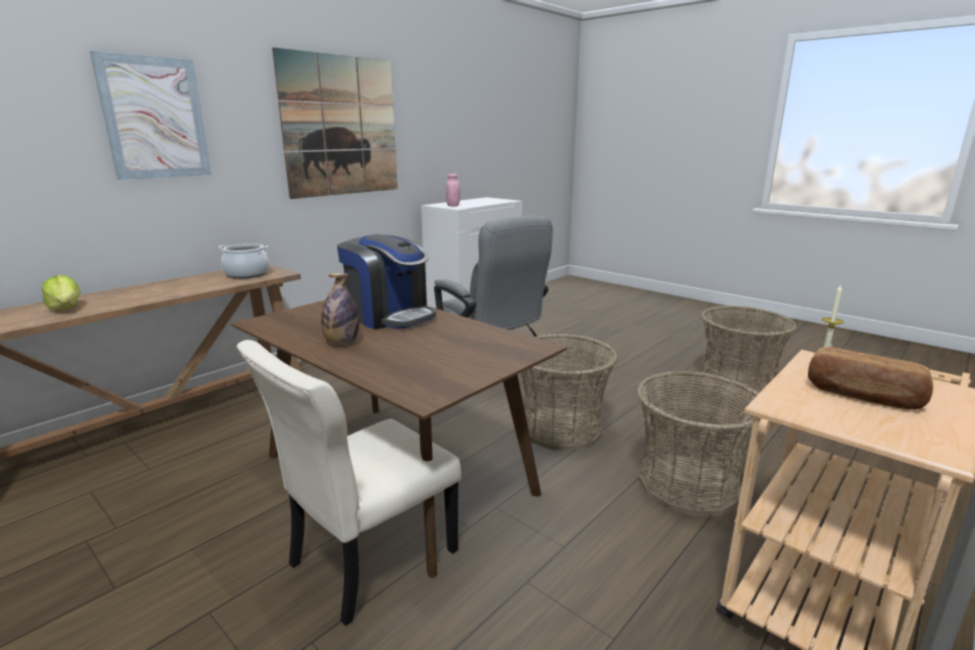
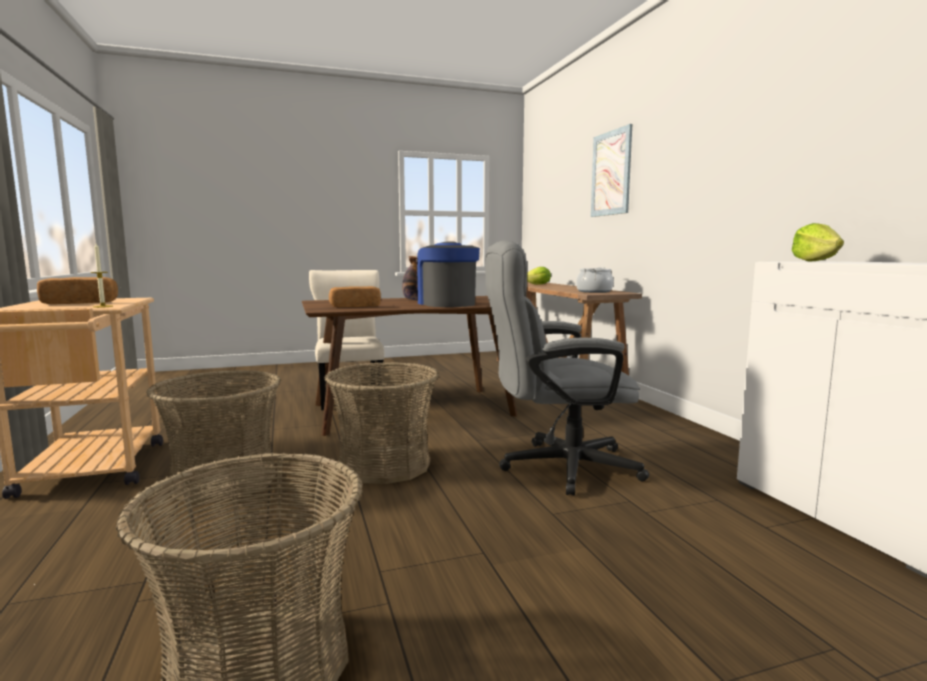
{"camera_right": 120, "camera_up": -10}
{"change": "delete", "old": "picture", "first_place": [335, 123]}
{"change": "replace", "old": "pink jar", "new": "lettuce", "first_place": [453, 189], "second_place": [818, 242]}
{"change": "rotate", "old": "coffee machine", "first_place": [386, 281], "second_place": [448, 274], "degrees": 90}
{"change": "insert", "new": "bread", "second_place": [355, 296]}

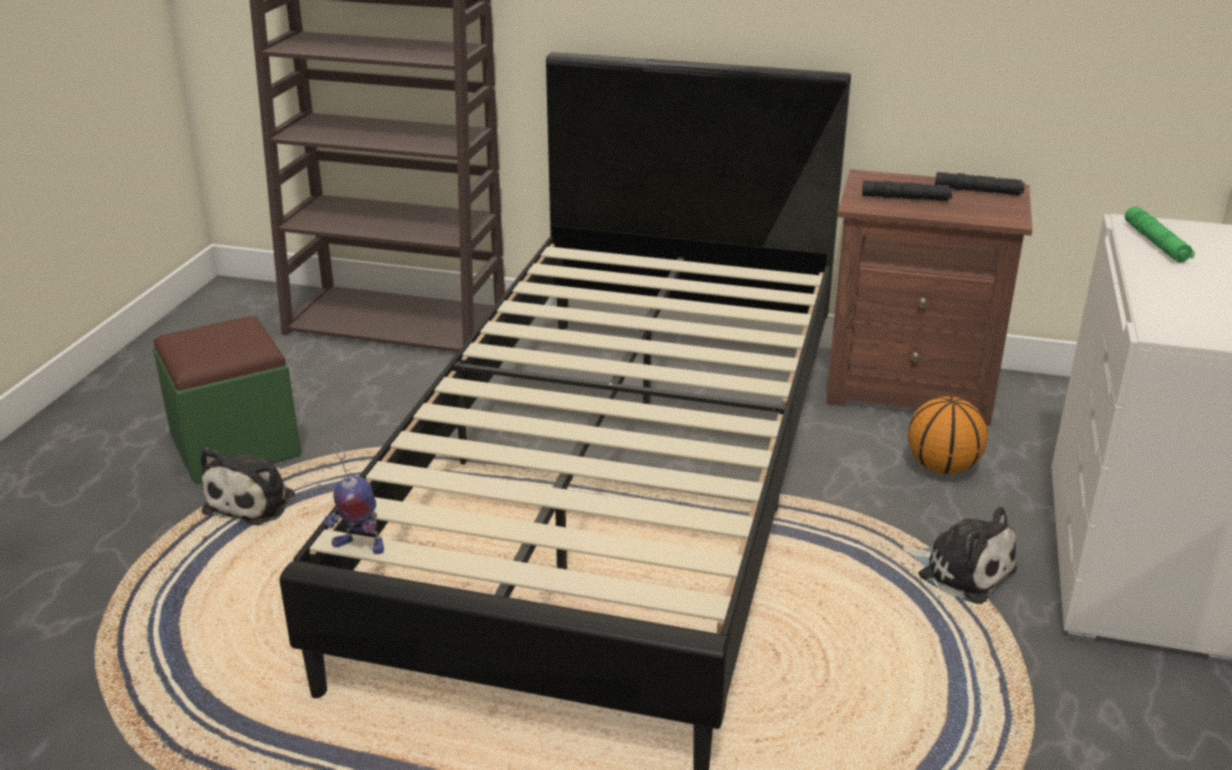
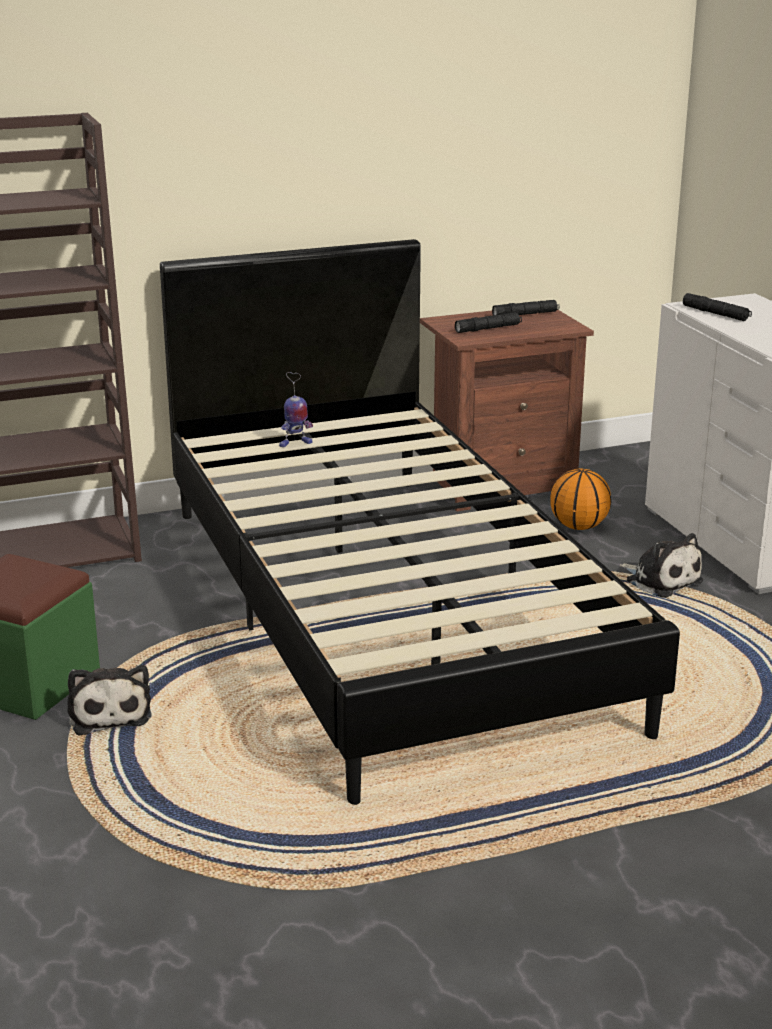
{"camera_right": -35, "camera_up": -5}
{"change": "recolor", "old": "green flashlight", "new": "black flashlight", "first_place": [1160, 234], "second_place": [717, 307]}
{"change": "move", "old": "toy robot", "first_place": [354, 497], "second_place": [296, 409]}
{"change": "rotate", "old": "plush toy", "first_place": [960, 555], "second_place": [661, 565], "degrees": 45}

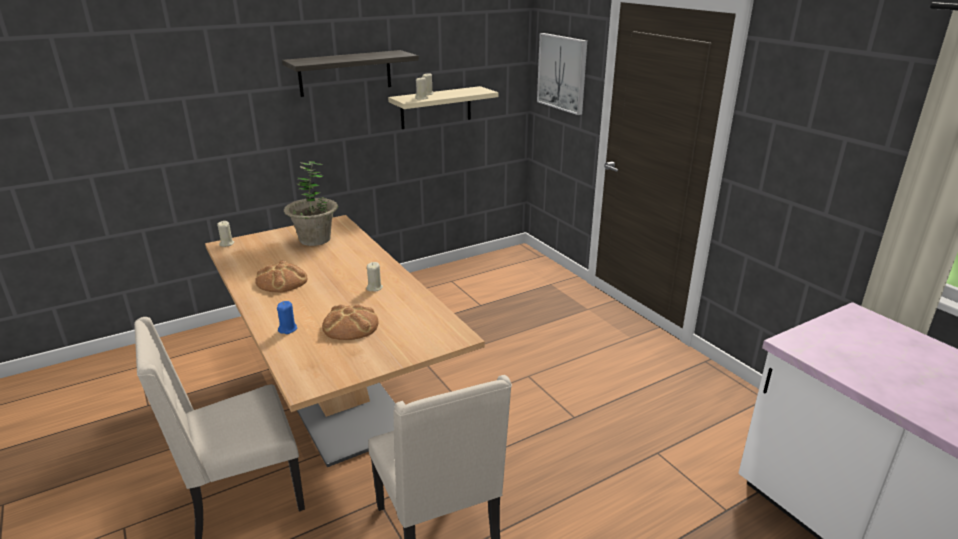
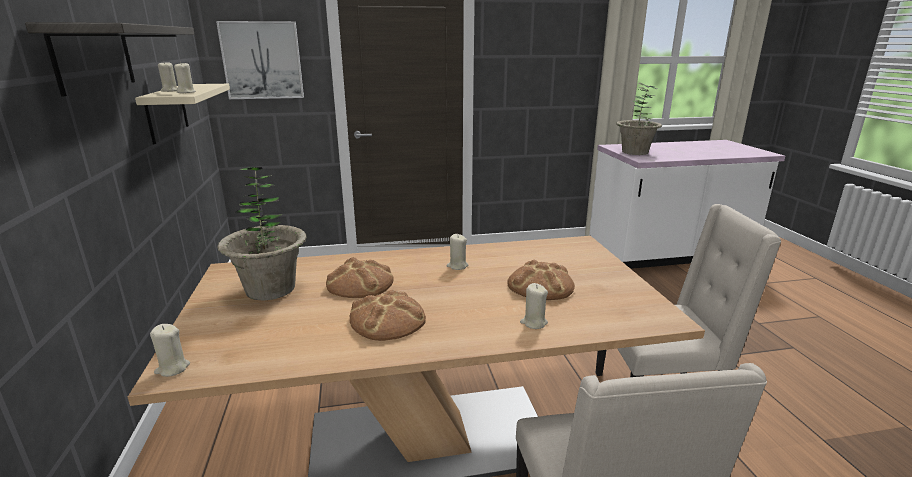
{"camera_right": -70, "camera_up": -5}
{"change": "recolor", "old": "blue candle", "new": "beige candle", "first_place": [287, 317], "second_place": [534, 306]}
{"change": "insert", "new": "potted plant", "second_place": [639, 119]}
{"change": "insert", "new": "bread", "second_place": [359, 277]}

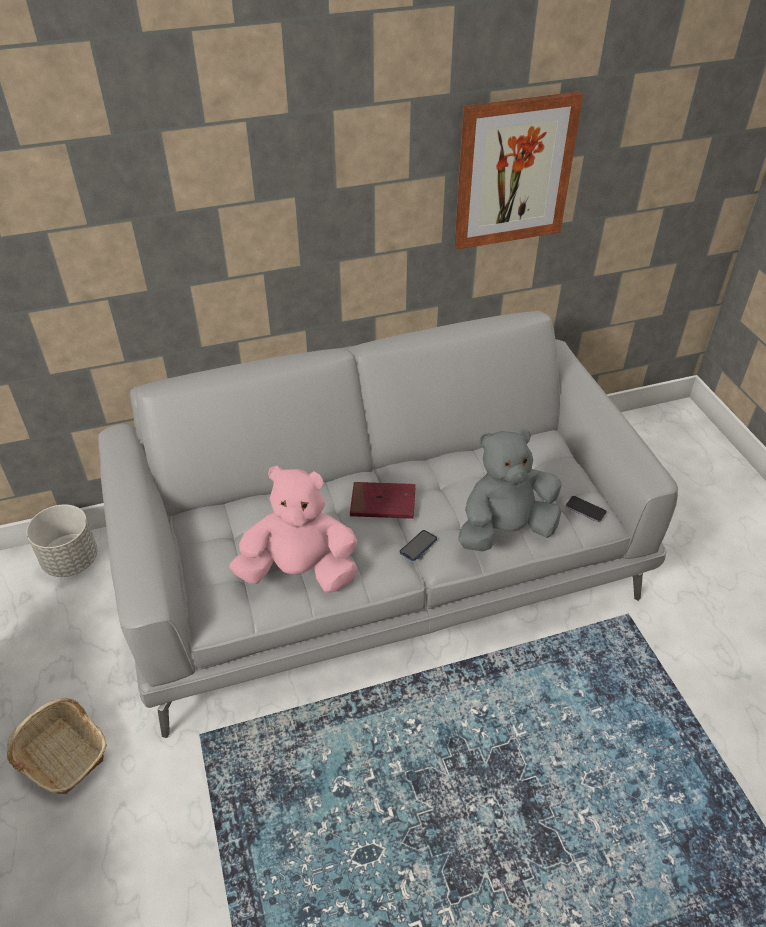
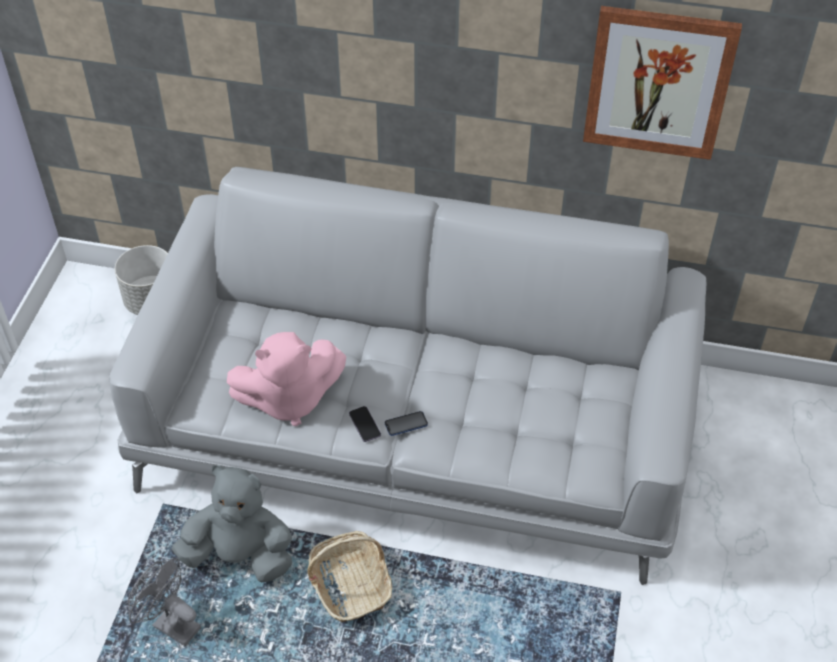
{"camera_right": 30, "camera_up": 5}
{"change": "move", "old": "grey plush toy", "first_place": [510, 489], "second_place": [232, 523]}
{"change": "rotate", "old": "pink plush toy", "first_place": [293, 529], "second_place": [286, 379], "degrees": 135}
{"change": "delete", "old": "red book", "first_place": [382, 500]}
{"change": "move", "old": "phone", "first_place": [586, 509], "second_place": [365, 424]}
{"change": "move", "old": "basket", "first_place": [57, 746], "second_place": [349, 576]}
{"change": "insert", "new": "grey fan", "second_place": [164, 602]}

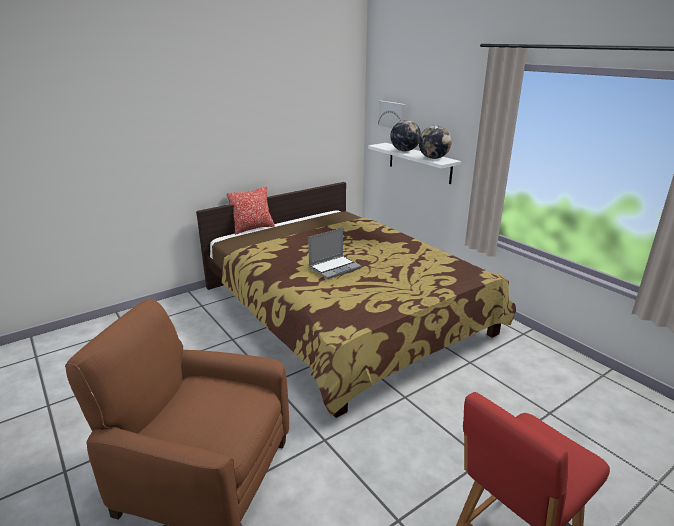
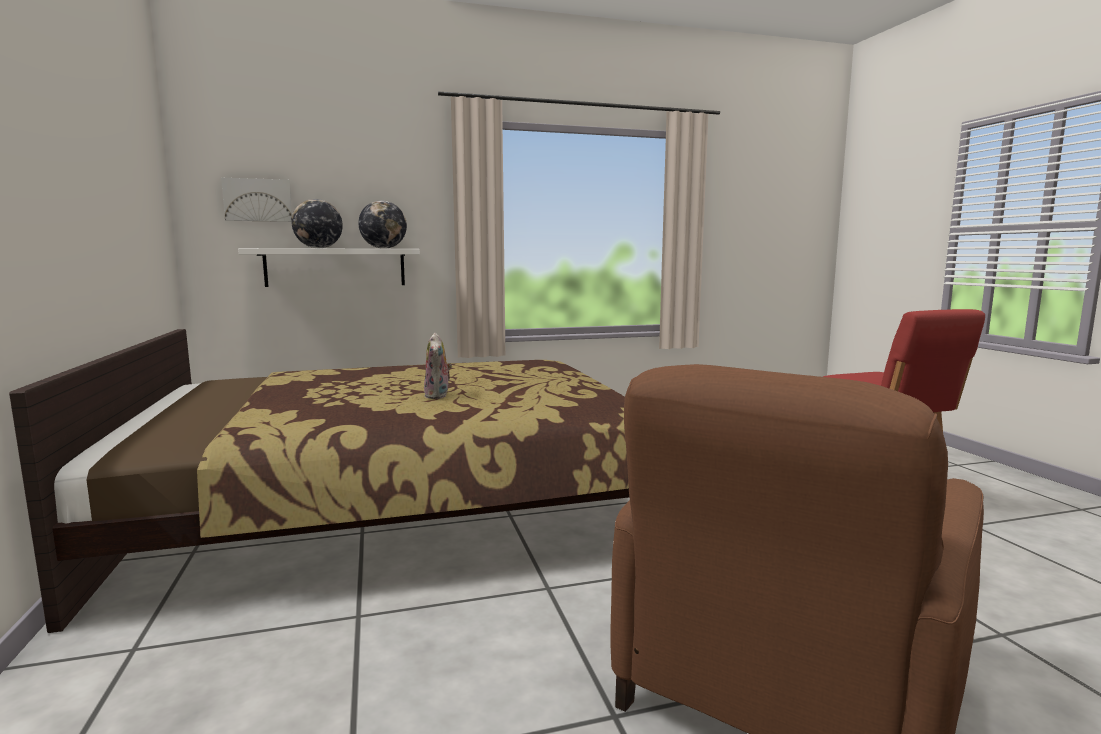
{"camera_right": -70, "camera_up": -15}
{"change": "delete", "old": "pillow", "first_place": [251, 210]}
{"change": "replace", "old": "laptop", "new": "plush toy", "first_place": [335, 253], "second_place": [438, 366]}

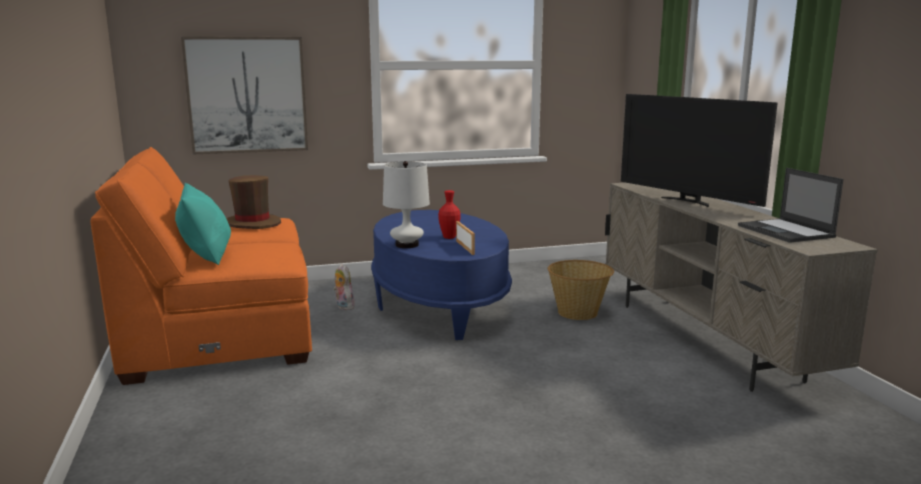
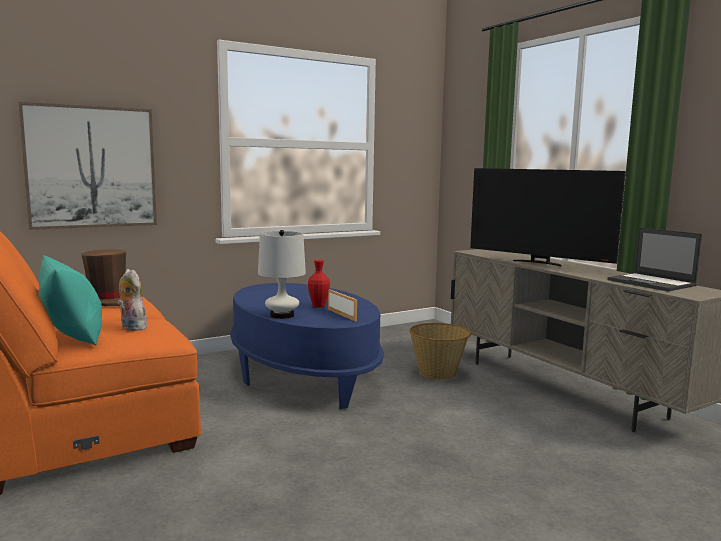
{"camera_right": -15, "camera_up": -5}
{"change": "move", "old": "plush toy", "first_place": [344, 286], "second_place": [132, 300]}

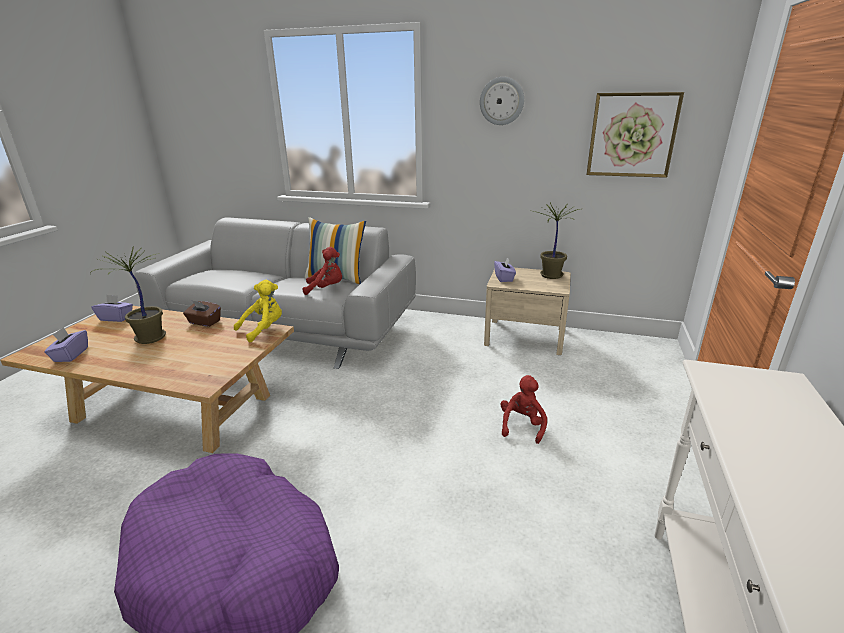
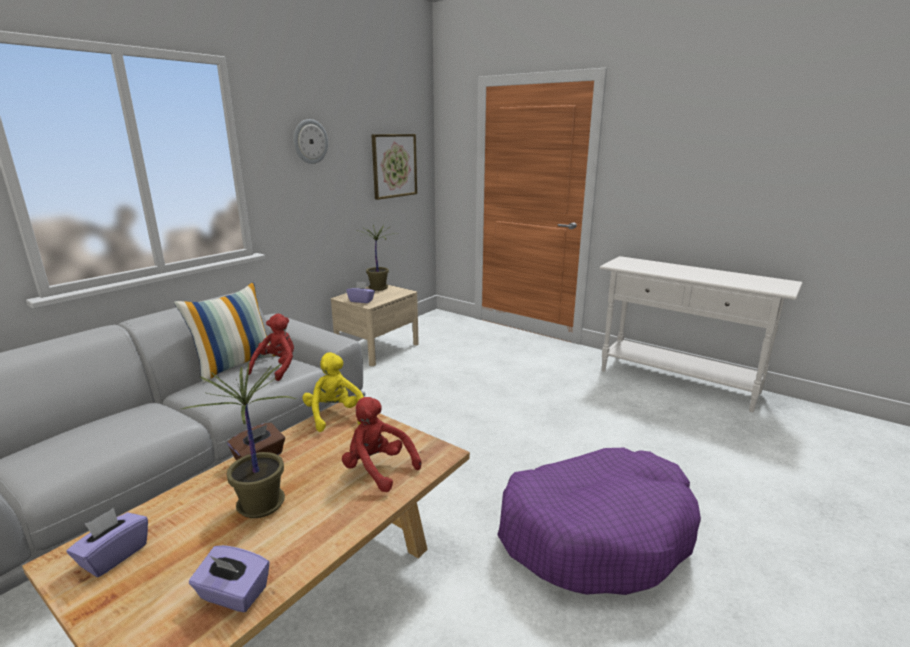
{"camera_right": -70, "camera_up": -5}
{"change": "move", "old": "red plush toy", "first_place": [523, 409], "second_place": [381, 444]}

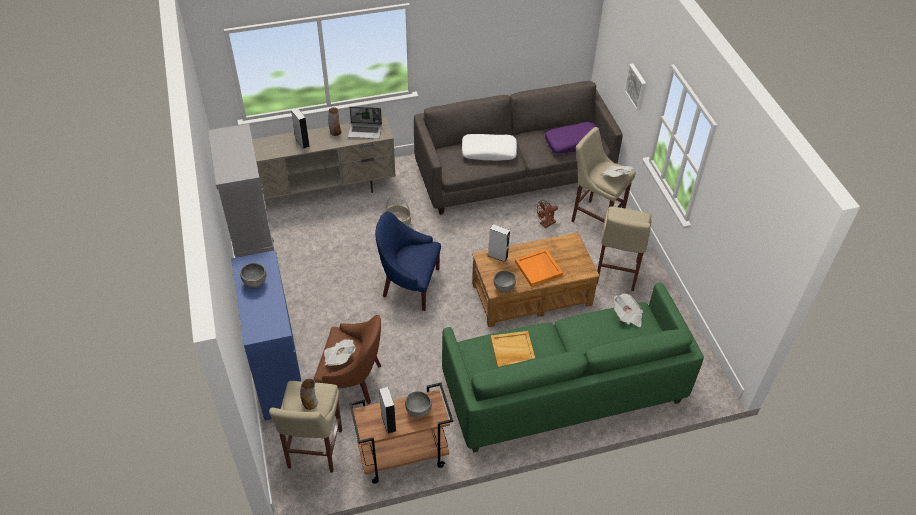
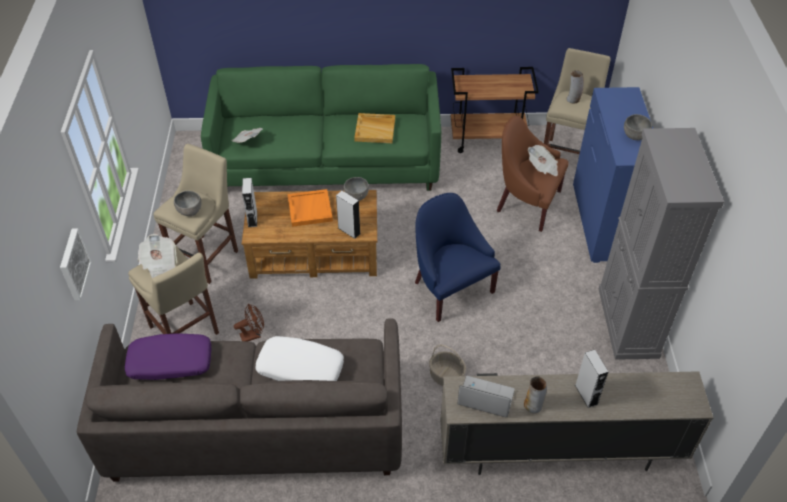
{"camera_right": -165, "camera_up": 0}
{"change": "rotate", "old": "blue armchair", "first_place": [408, 261], "second_place": [458, 257], "degrees": -150}
{"change": "move", "old": "grey speaker", "first_place": [387, 410], "second_place": [249, 202]}
{"change": "move", "old": "grey bowl", "first_place": [418, 404], "second_place": [188, 203]}

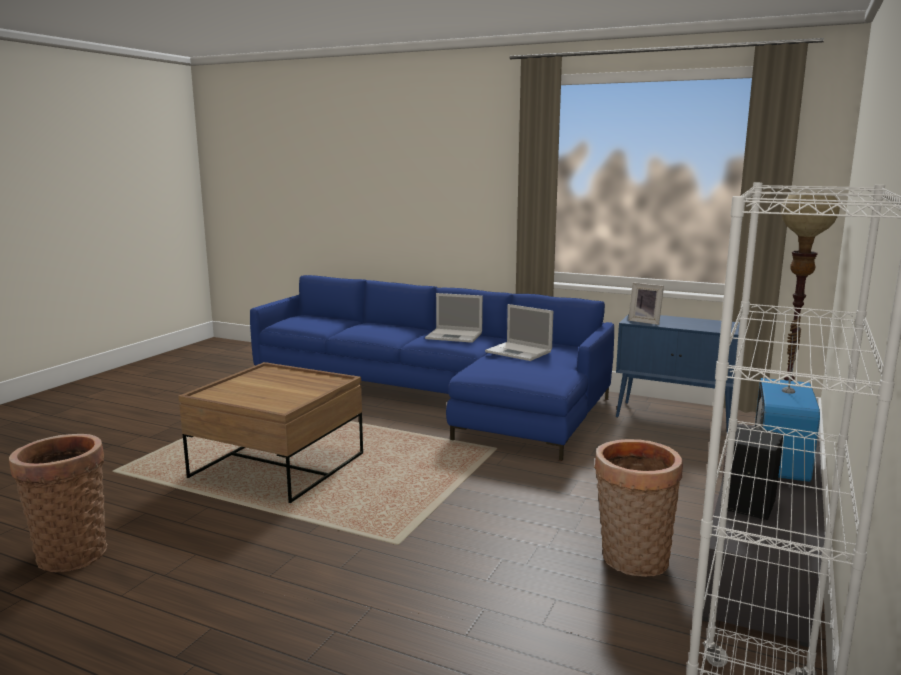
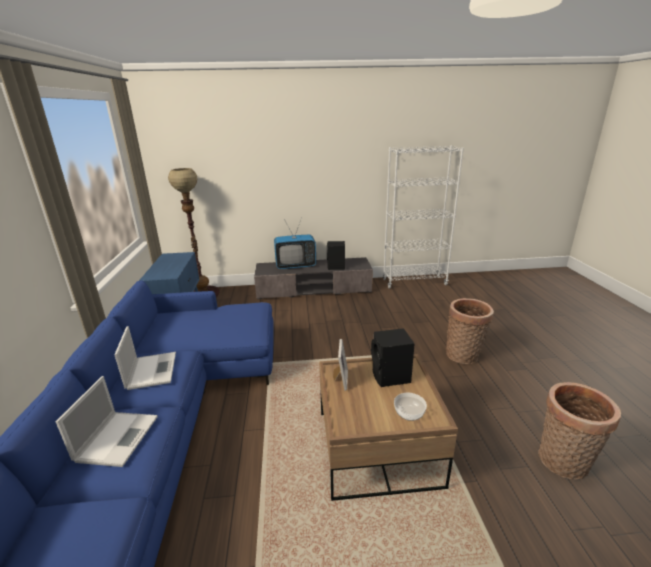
{"camera_right": -120, "camera_up": 10}
{"change": "move", "old": "picture frame", "first_place": [646, 303], "second_place": [340, 365]}
{"change": "move", "old": "laptop", "first_place": [519, 332], "second_place": [107, 421]}
{"change": "move", "old": "basket", "first_place": [638, 508], "second_place": [470, 331]}
{"change": "insert", "new": "black speaker", "second_place": [393, 357]}
{"change": "insert", "new": "bowl", "second_place": [410, 407]}

